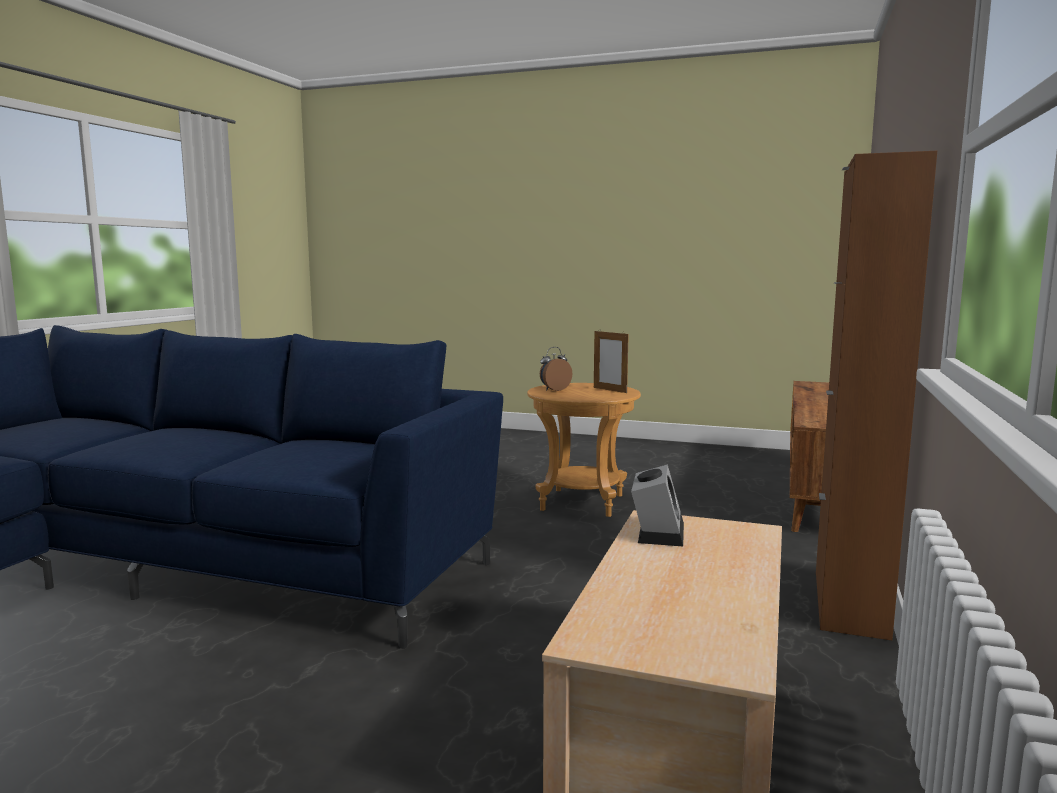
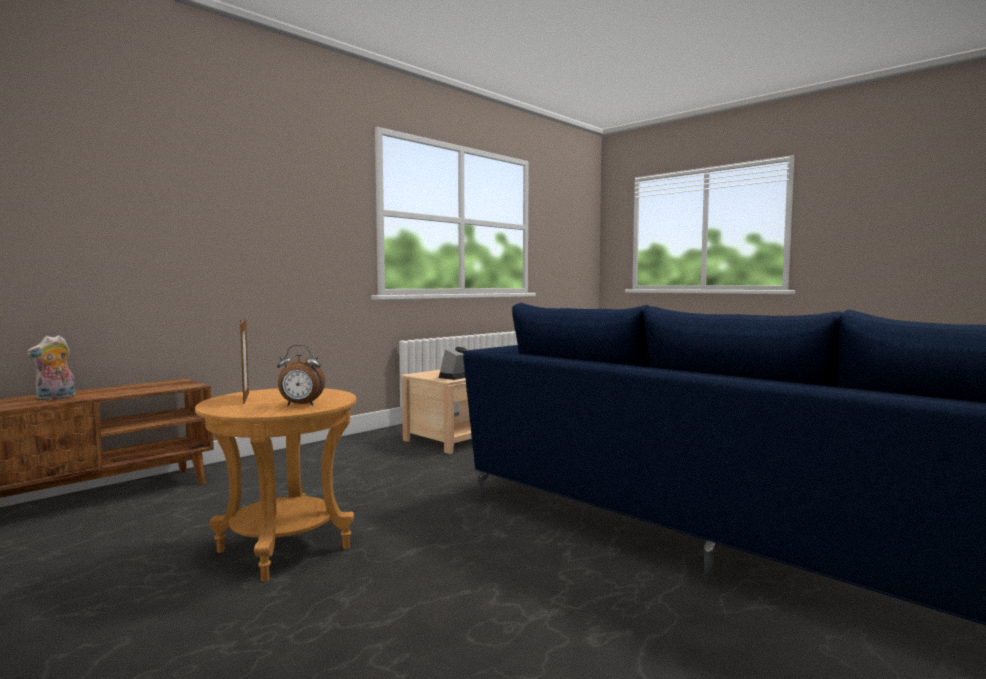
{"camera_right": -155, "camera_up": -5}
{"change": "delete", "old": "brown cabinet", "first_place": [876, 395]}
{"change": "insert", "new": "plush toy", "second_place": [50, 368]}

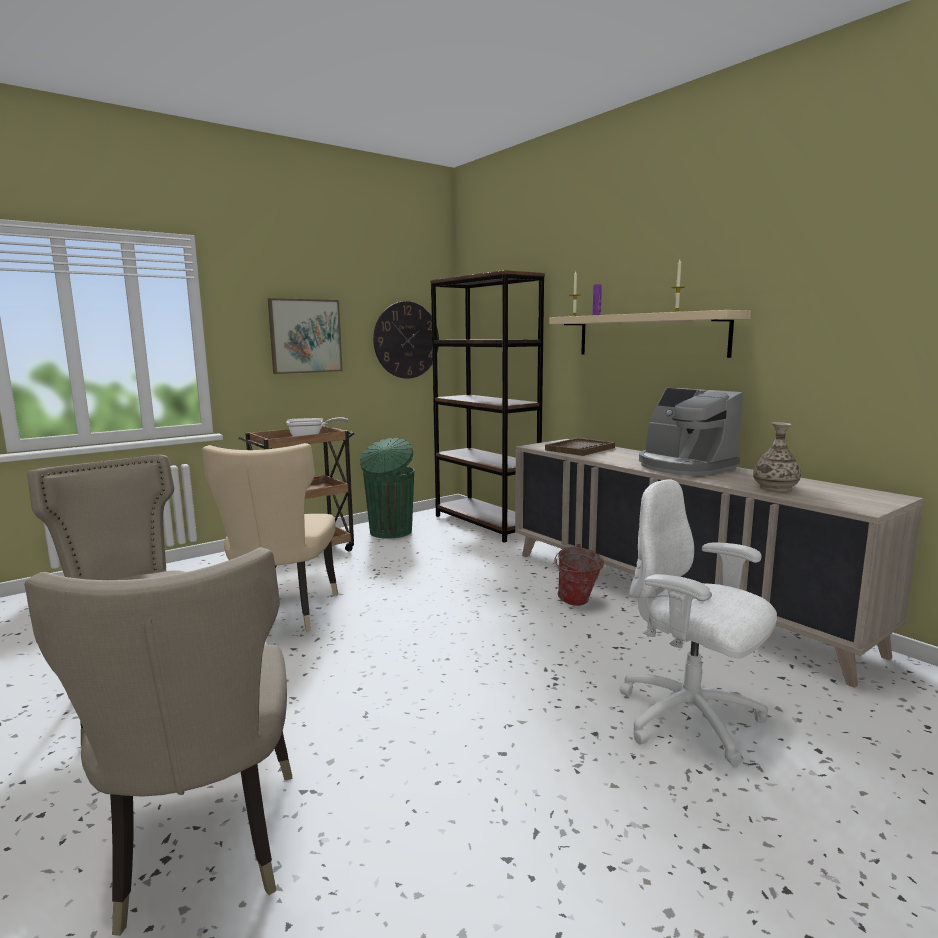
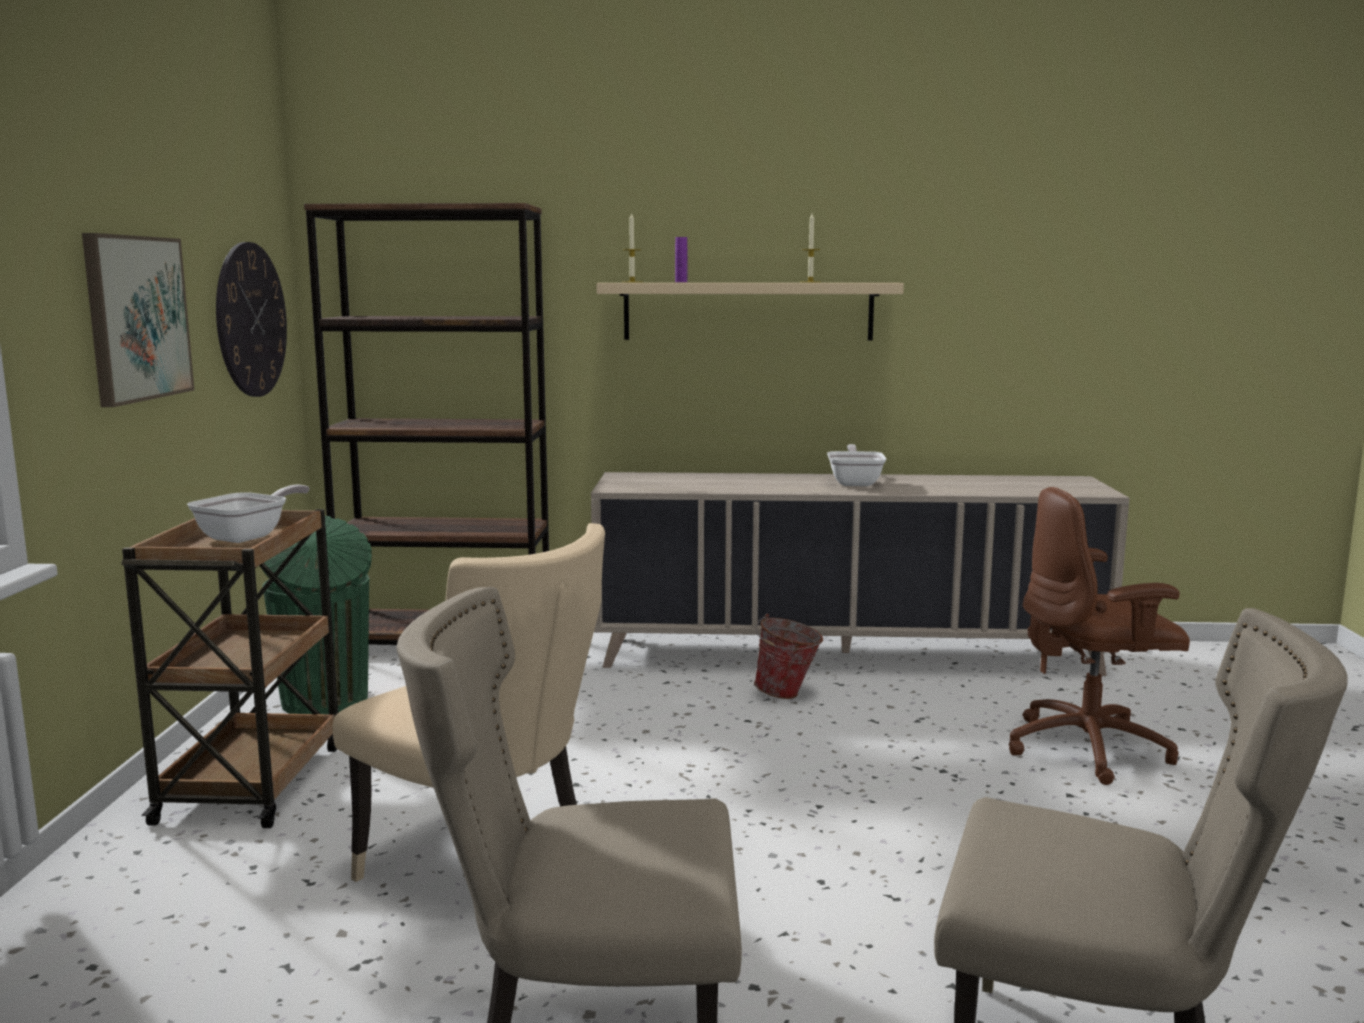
{"camera_right": -50, "camera_up": 0}
{"change": "replace", "old": "coffee machine", "new": "frying pan", "first_place": [691, 432], "second_place": [856, 465]}
{"change": "delete", "old": "vase", "first_place": [777, 457]}
{"change": "delete", "old": "brown tray", "first_place": [580, 447]}
{"change": "recolor", "old": "white office chair", "new": "brown office chair", "first_place": [698, 623], "second_place": [1099, 636]}

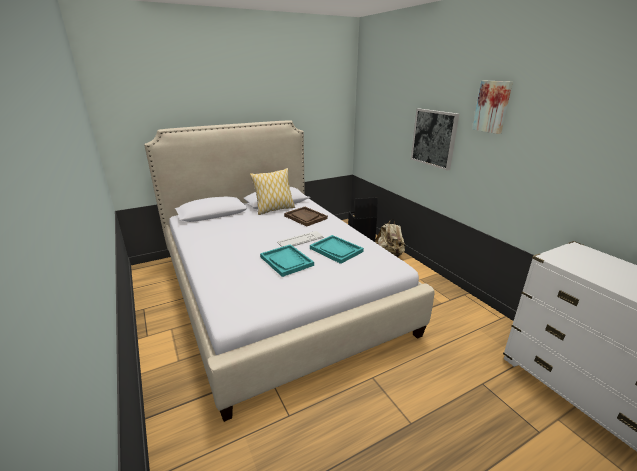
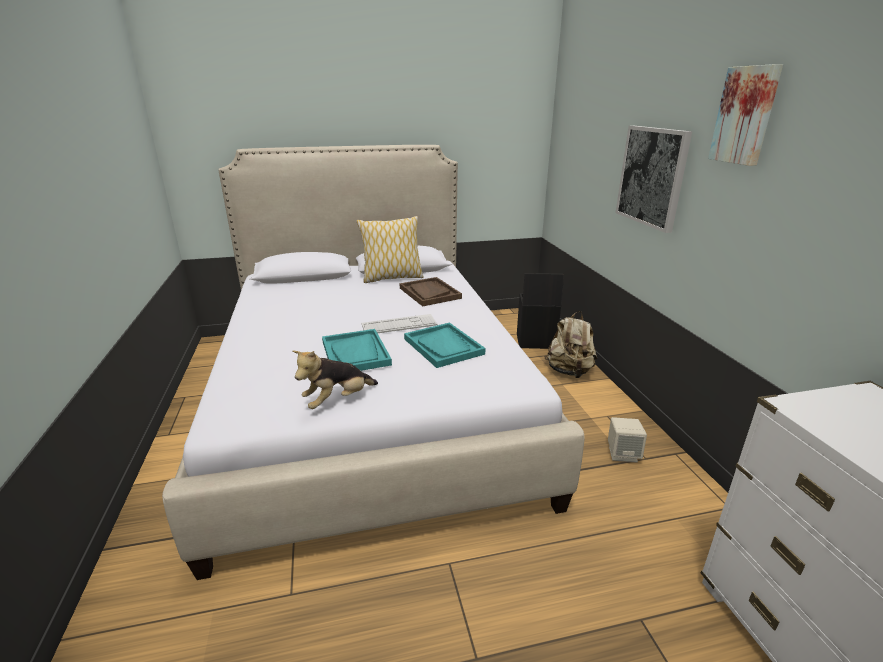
{"camera_right": 15, "camera_up": 0}
{"change": "insert", "new": "plush toy", "second_place": [335, 380]}
{"change": "insert", "new": "beige speaker", "second_place": [627, 440]}

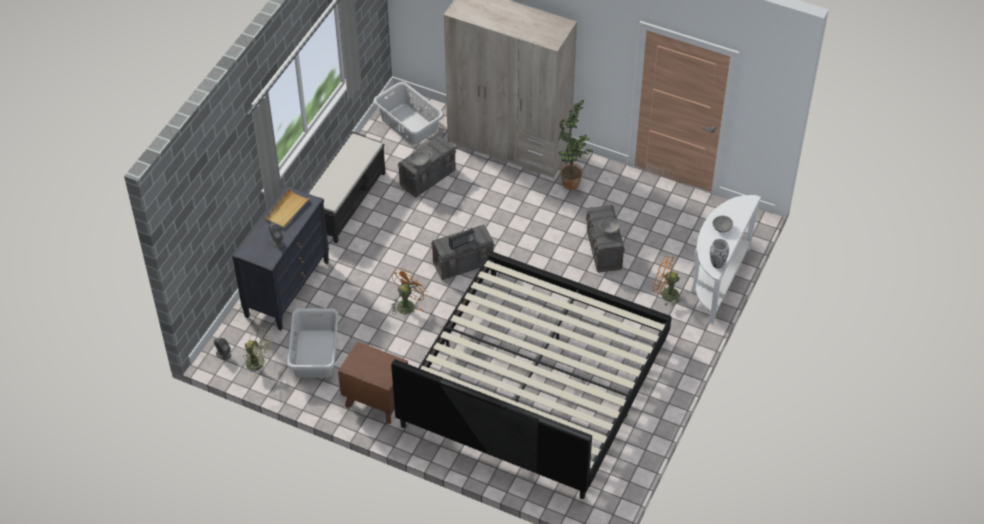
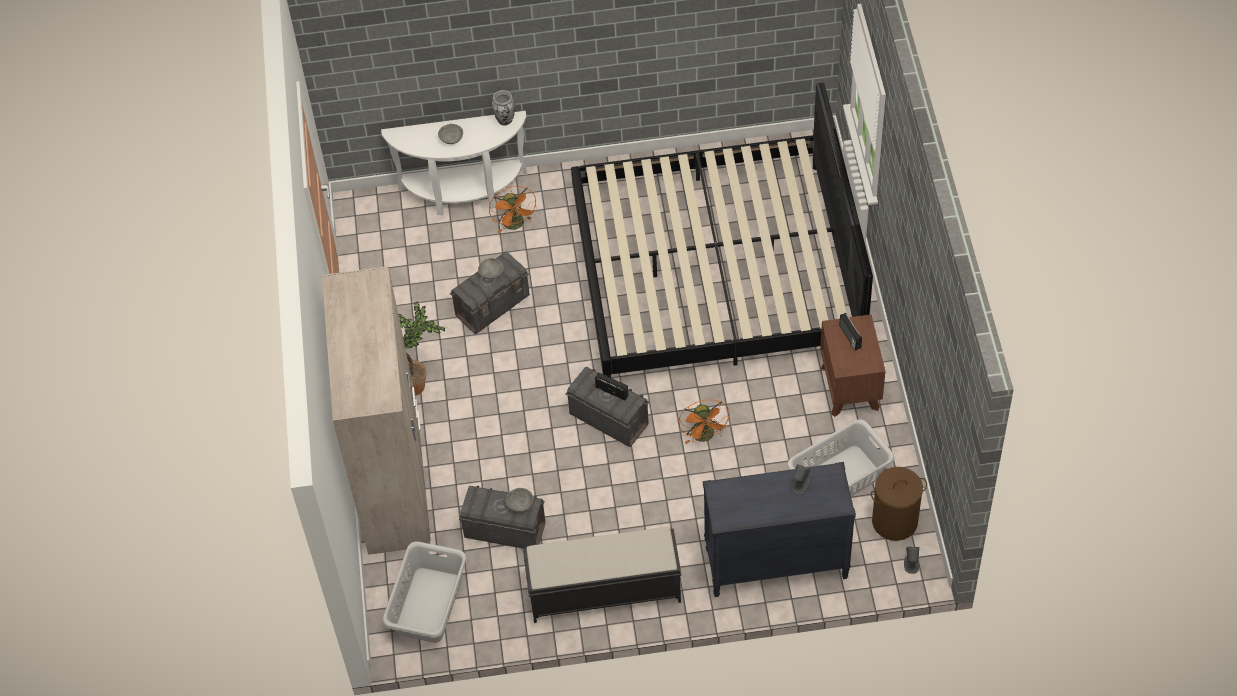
{"camera_right": -120, "camera_up": 5}
{"change": "delete", "old": "beige tray", "first_place": [287, 208]}
{"change": "rotate", "old": "orange fan", "first_place": [410, 292], "second_place": [704, 422], "degrees": -105}
{"change": "replace", "old": "green fan", "new": "brown laundry basket", "first_place": [259, 352], "second_place": [899, 504]}
{"change": "insert", "new": "radio", "second_place": [850, 332]}

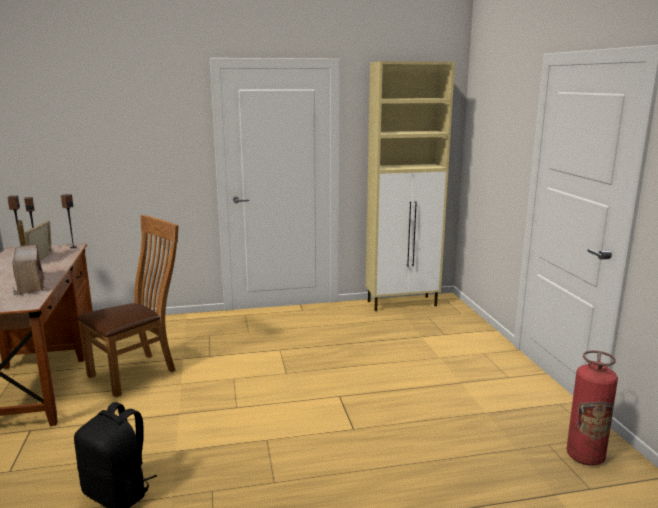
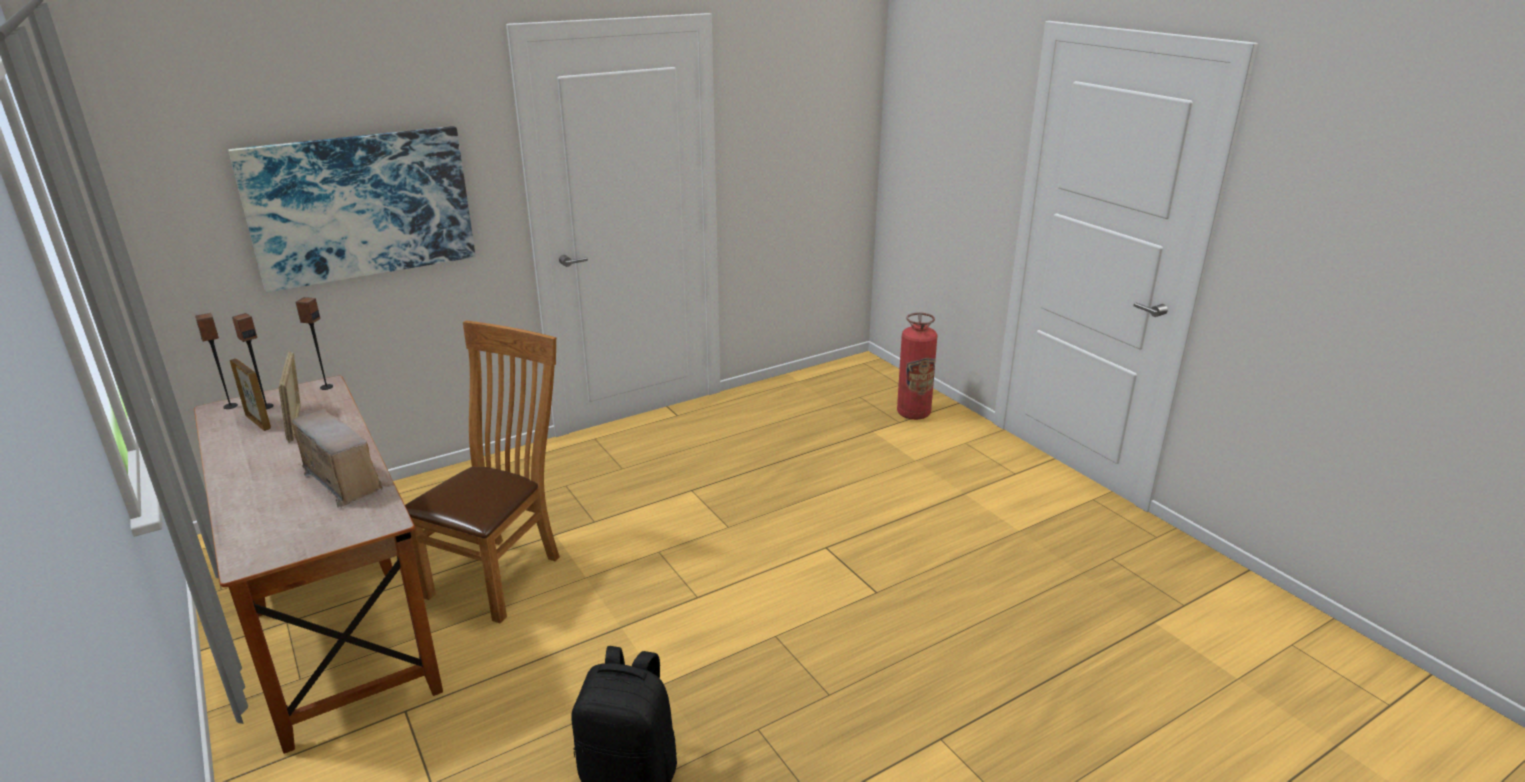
{"camera_right": -20, "camera_up": 10}
{"change": "delete", "old": "beige cabinet", "first_place": [410, 186]}
{"change": "move", "old": "fire extinguisher", "first_place": [592, 408], "second_place": [917, 366]}
{"change": "insert", "new": "picture", "second_place": [352, 209]}

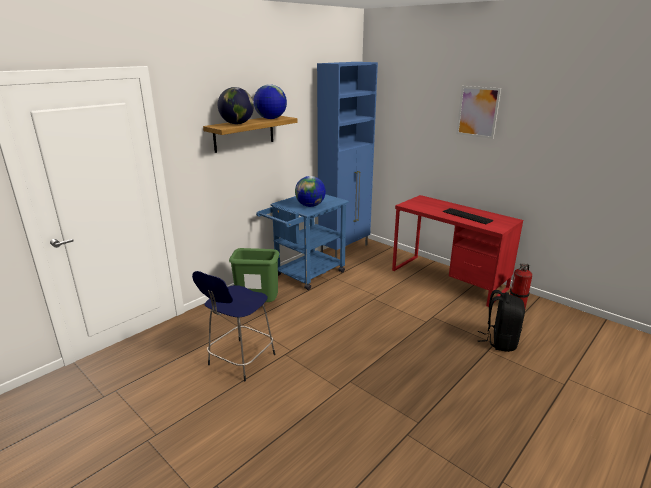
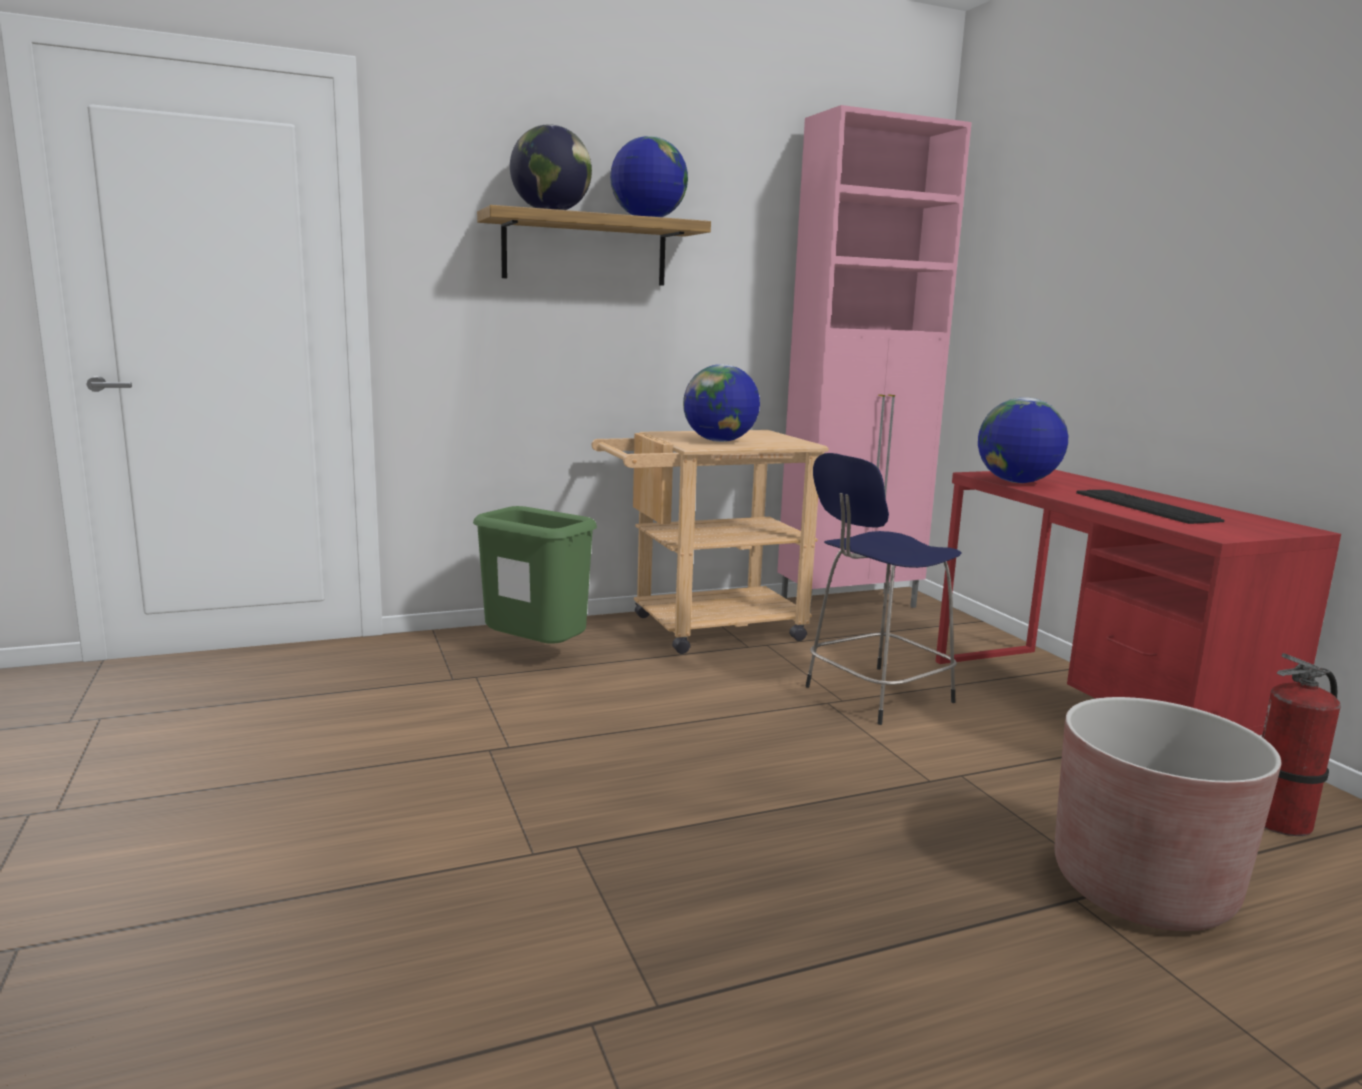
{"camera_right": 25, "camera_up": -10}
{"change": "recolor", "old": "blue cabinet", "new": "pink cabinet", "first_place": [347, 160], "second_place": [874, 359]}
{"change": "delete", "old": "picture", "first_place": [478, 112]}
{"change": "recolor", "old": "blue cart", "new": "beige cart", "first_place": [302, 242], "second_place": [710, 542]}
{"change": "move", "old": "blue stool", "first_place": [233, 326], "second_place": [883, 589]}
{"change": "replace", "old": "black backpack", "new": "brown planter", "first_place": [501, 321], "second_place": [1167, 814]}
{"change": "insert", "new": "globe", "second_place": [1023, 440]}

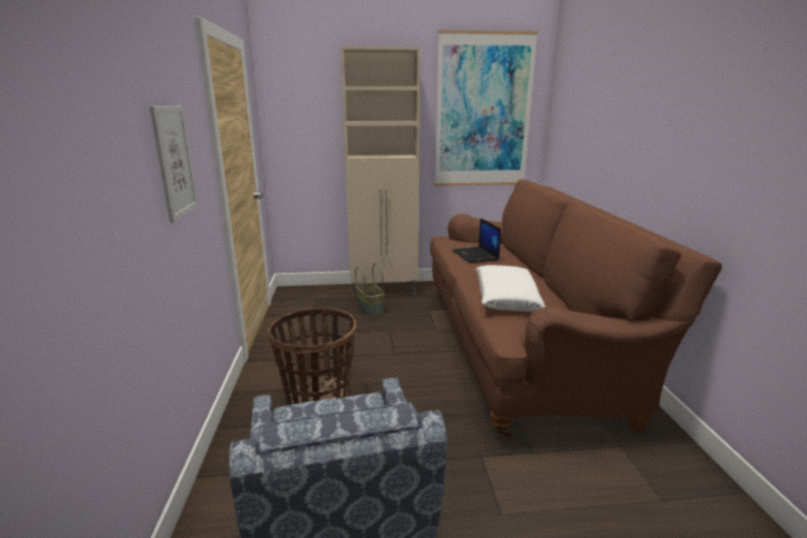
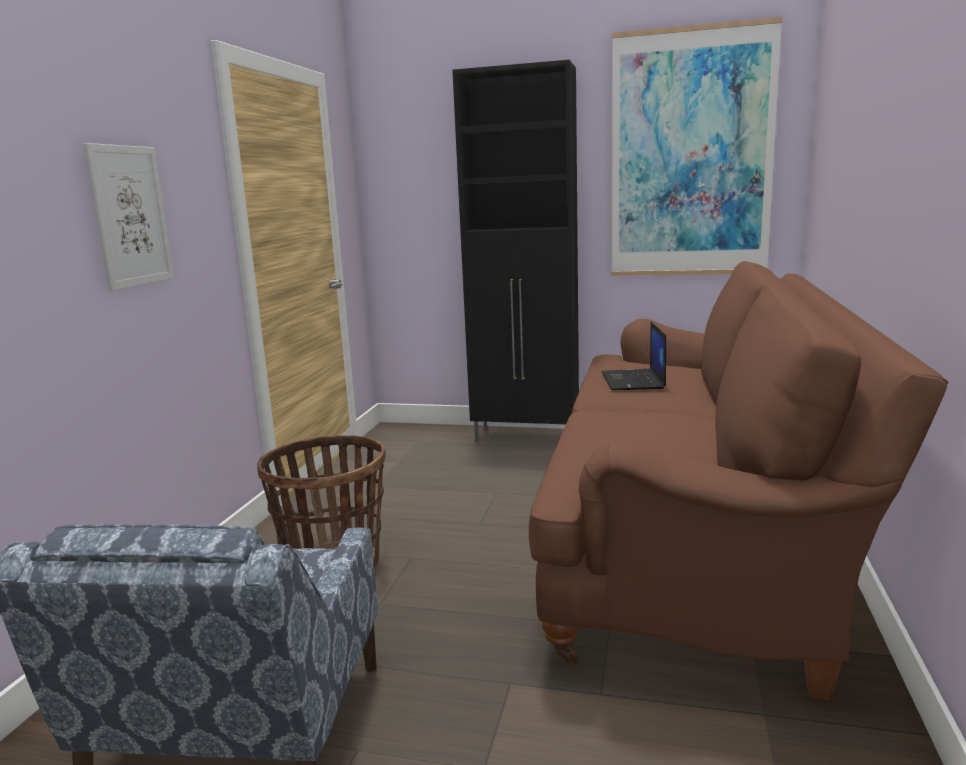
{"camera_right": 20, "camera_up": -5}
{"change": "recolor", "old": "beige cabinet", "new": "black cabinet", "first_place": [380, 171], "second_place": [515, 251]}
{"change": "delete", "old": "basket", "first_place": [370, 289]}
{"change": "delete", "old": "white pillow", "first_place": [511, 288]}

